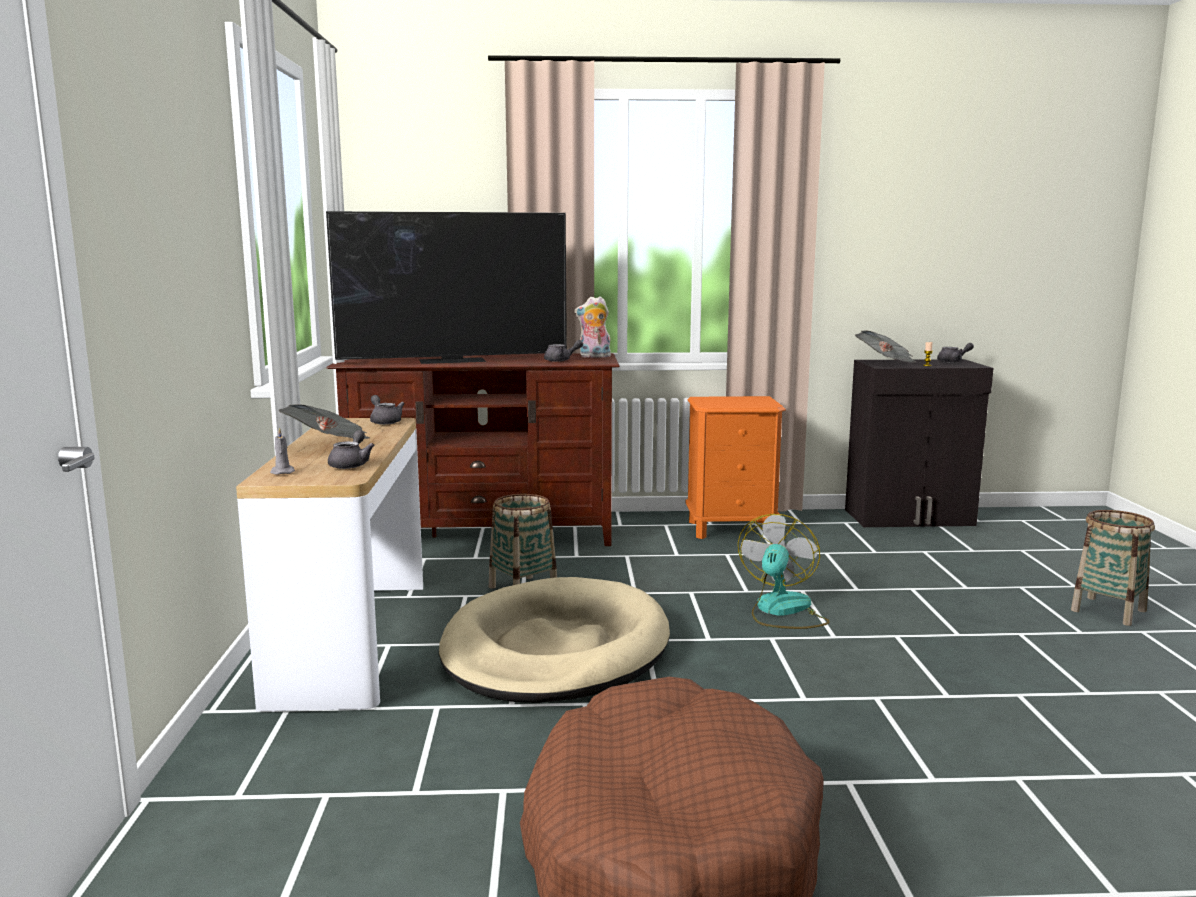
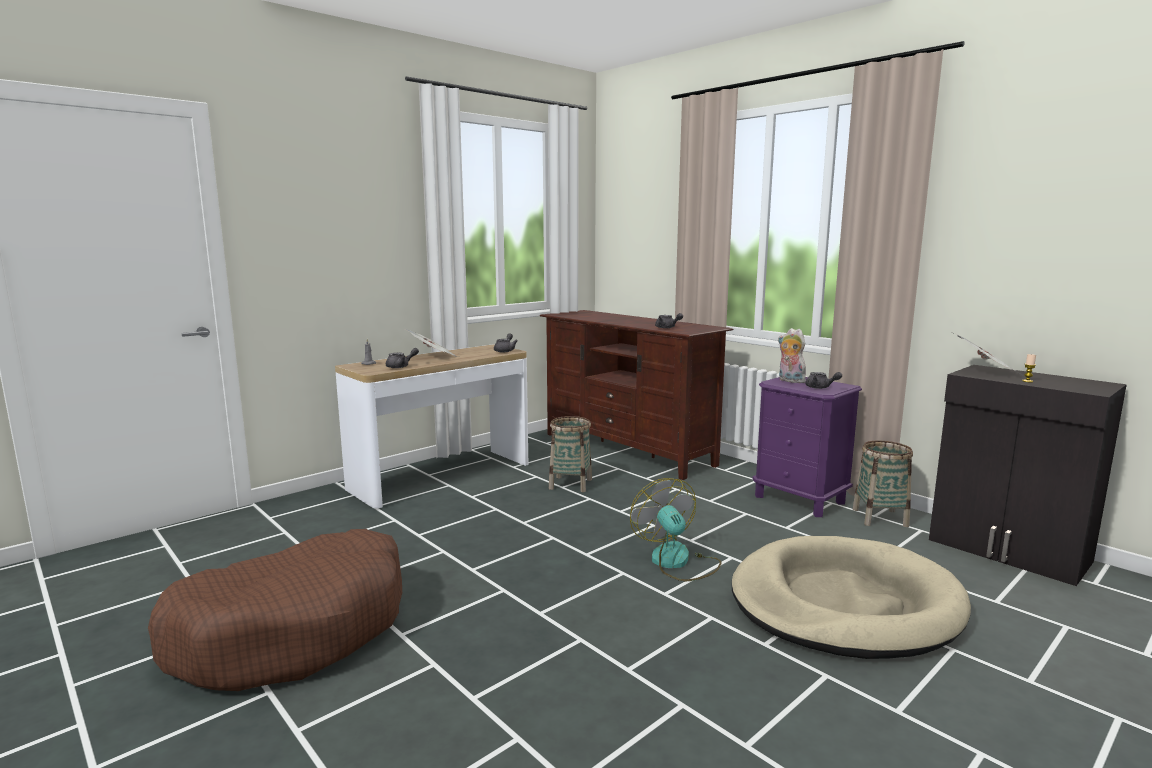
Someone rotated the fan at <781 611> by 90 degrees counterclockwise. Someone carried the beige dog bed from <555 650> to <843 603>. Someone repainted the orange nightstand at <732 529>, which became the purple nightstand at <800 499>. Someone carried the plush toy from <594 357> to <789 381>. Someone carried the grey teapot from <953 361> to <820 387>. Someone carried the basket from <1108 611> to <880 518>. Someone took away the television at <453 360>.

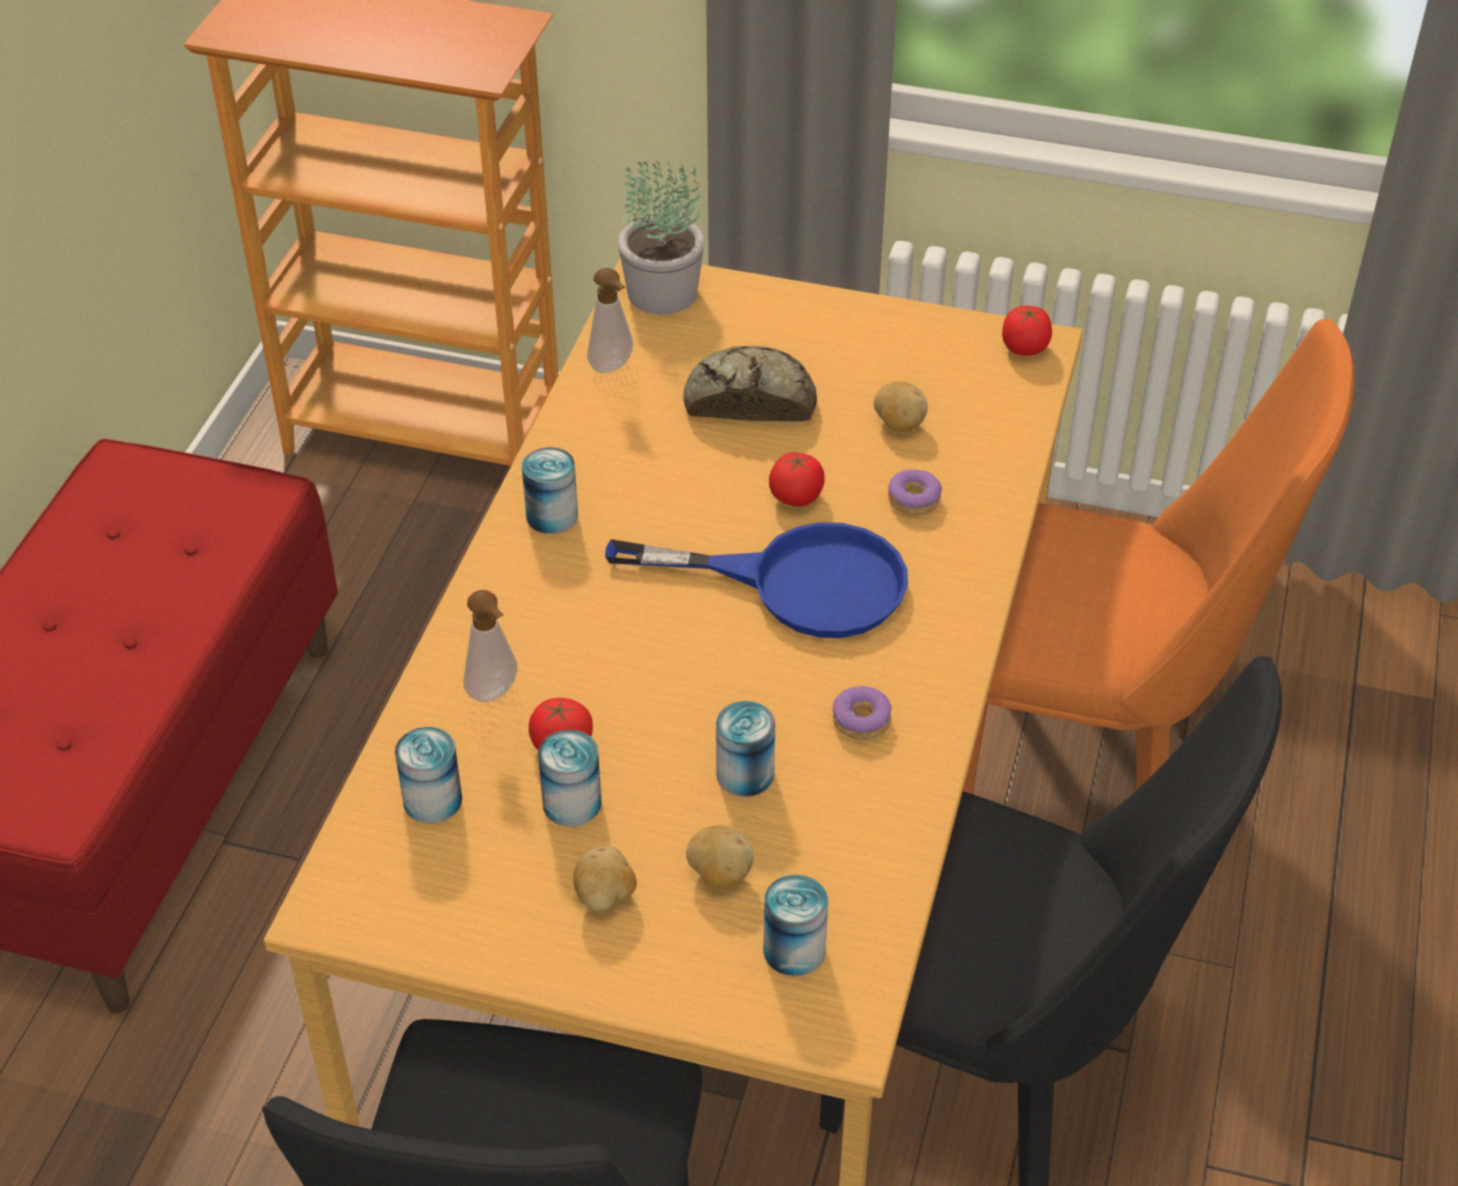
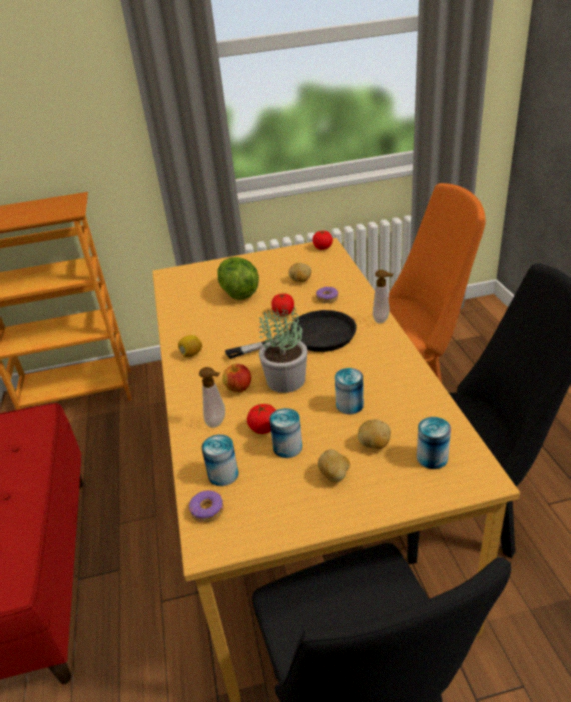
Someone swapped the can at <552 516> for the lemon at <191 354>. Someone carried the donut from <861 721> to <207 510>. Someone swapped the bread at <749 398> for the lettuce at <238 292>. Someone put down the apple at <238 388>. Someone repainted the blue frying pan at <798 583>, which became the black frying pan at <309 337>. Someone carried the potted plant from <663 294> to <286 380>. Someone carried the soap dispenser from <613 367> to <382 320>.

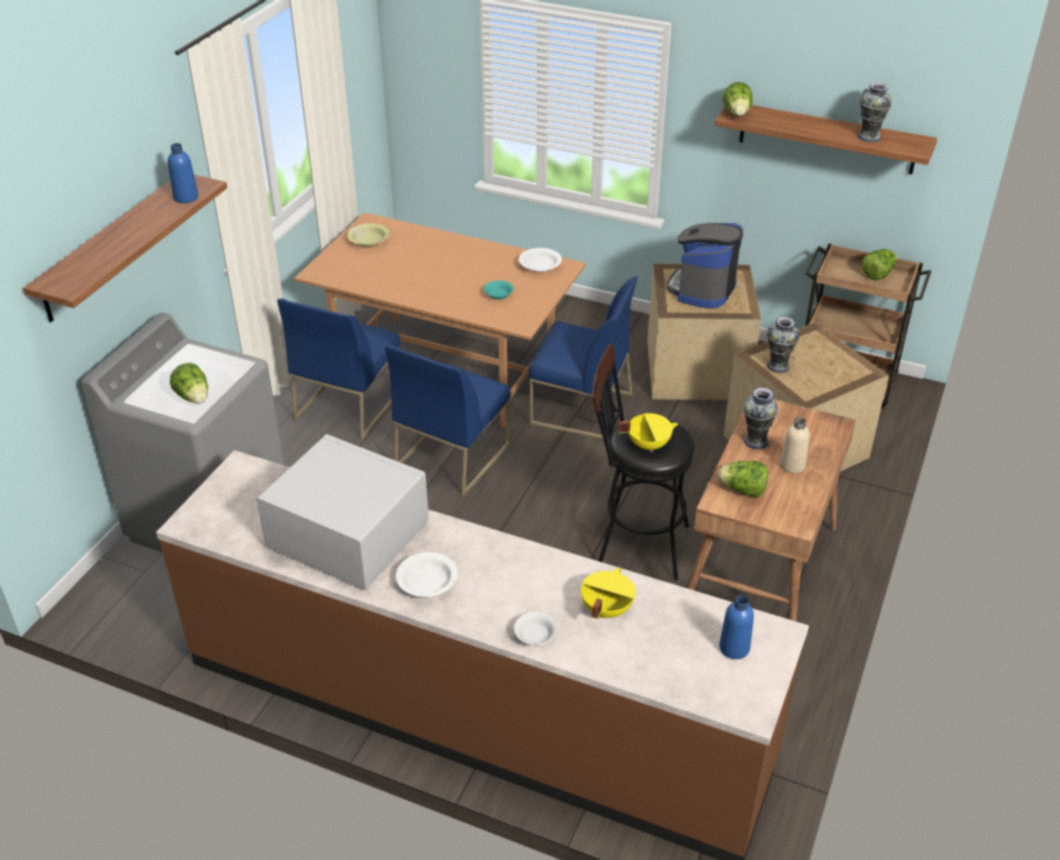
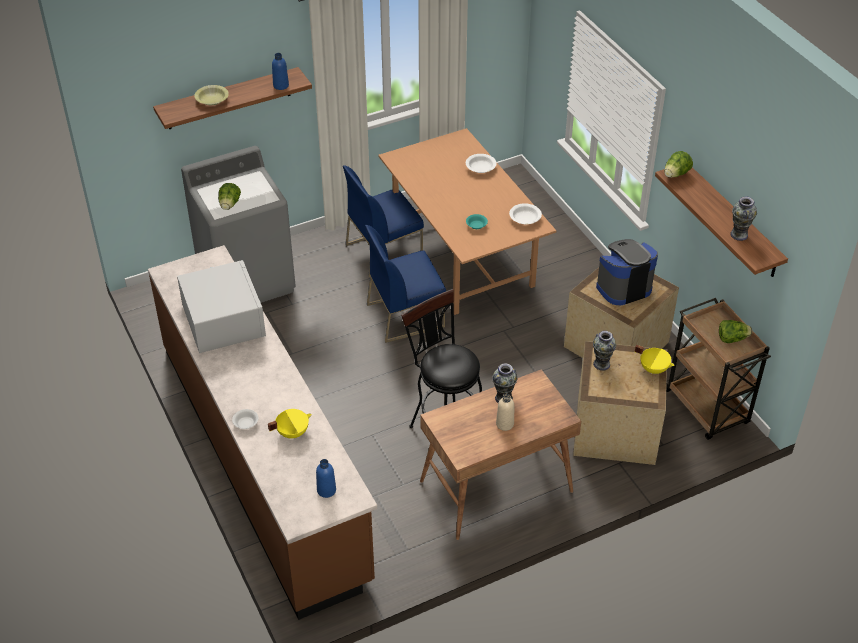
Someone carried the yellow bowl from <368 240> to <212 100>. Someone carried the white bowl from <427 582> to <480 167>. Someone carried the yellow cooking pot from <648 444> to <654 368>. Someone took away the blue chair at <580 409>. Someone took away the lettuce at <743 490>.

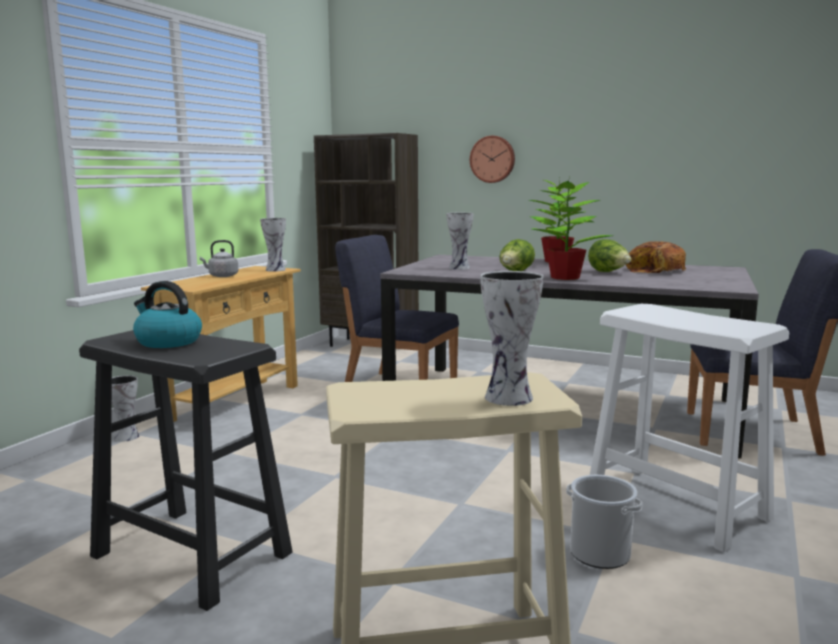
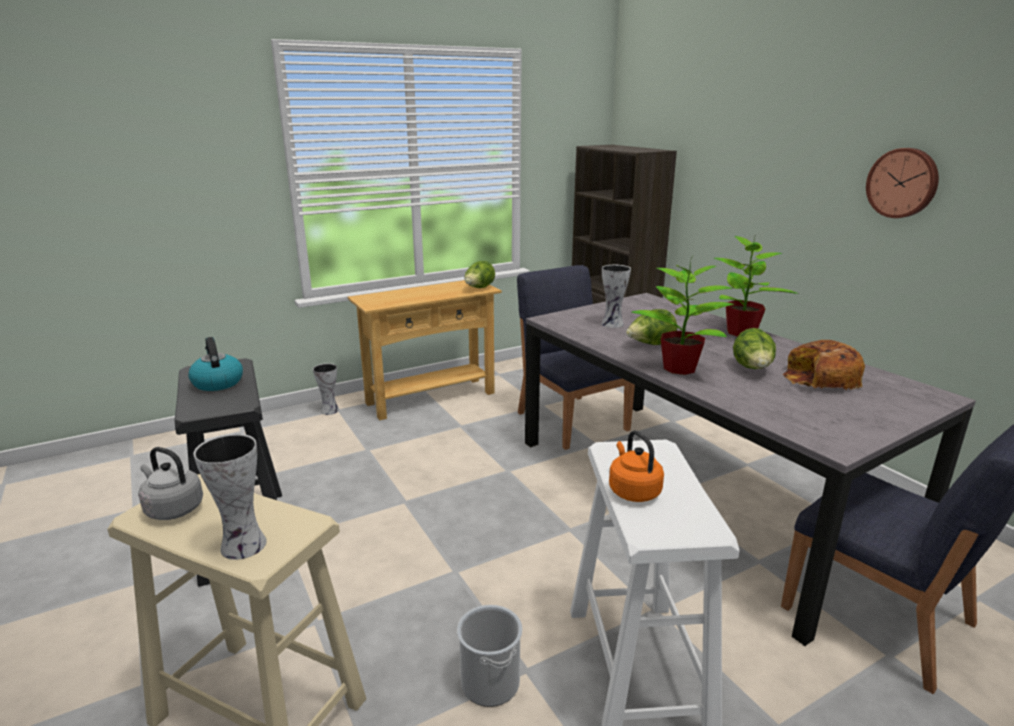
Someone carried the grey kettle from <222 276> to <172 508>. Someone swapped the vase at <276 270> for the lettuce at <479 289>. Someone put down the orange kettle at <633 490>. Someone carried the wall clock from <493 159> to <903 183>.

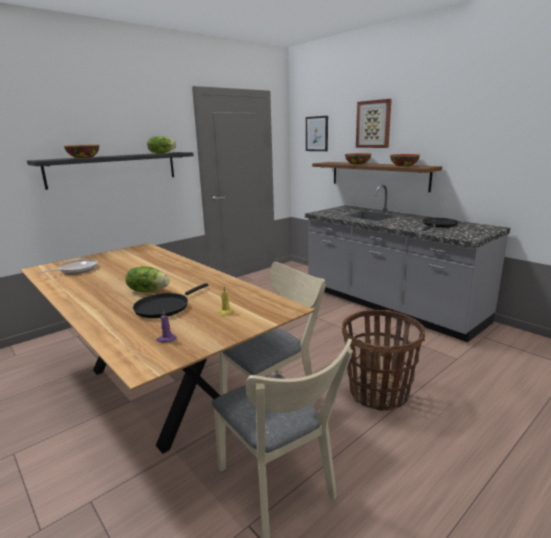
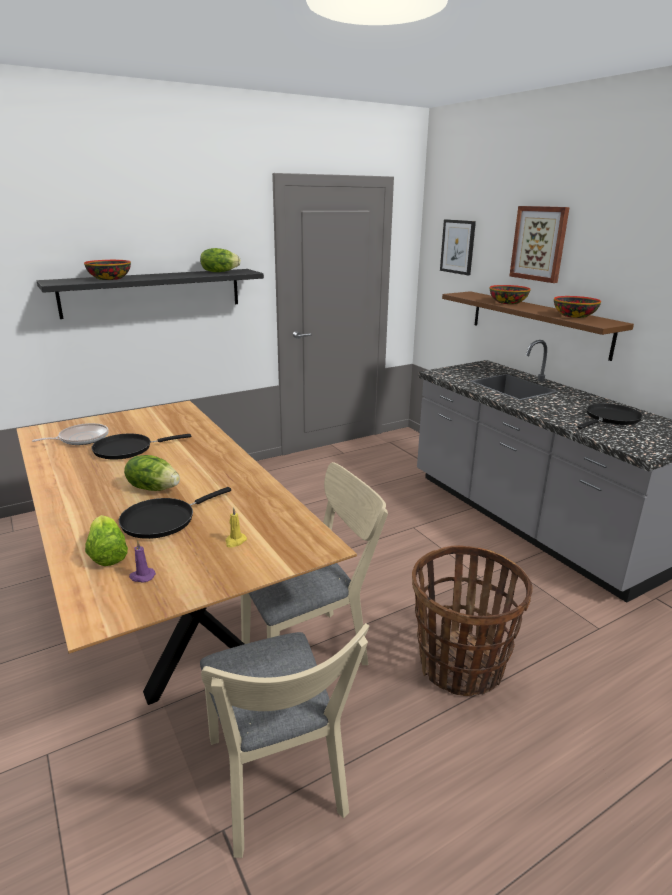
Someone put down the lettuce at <107 554>. Someone put down the black frying pan at <127 449>.

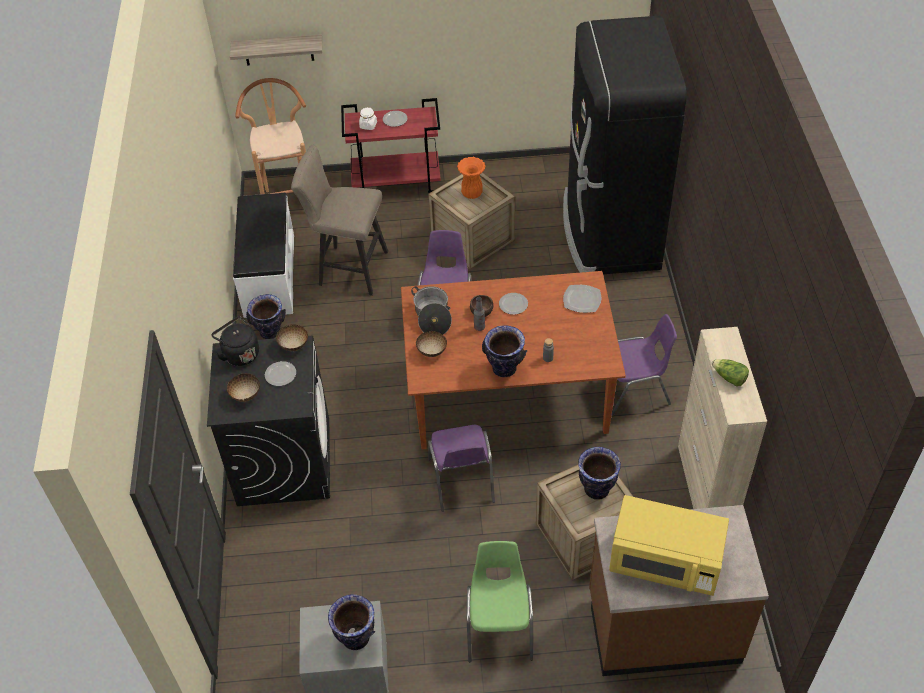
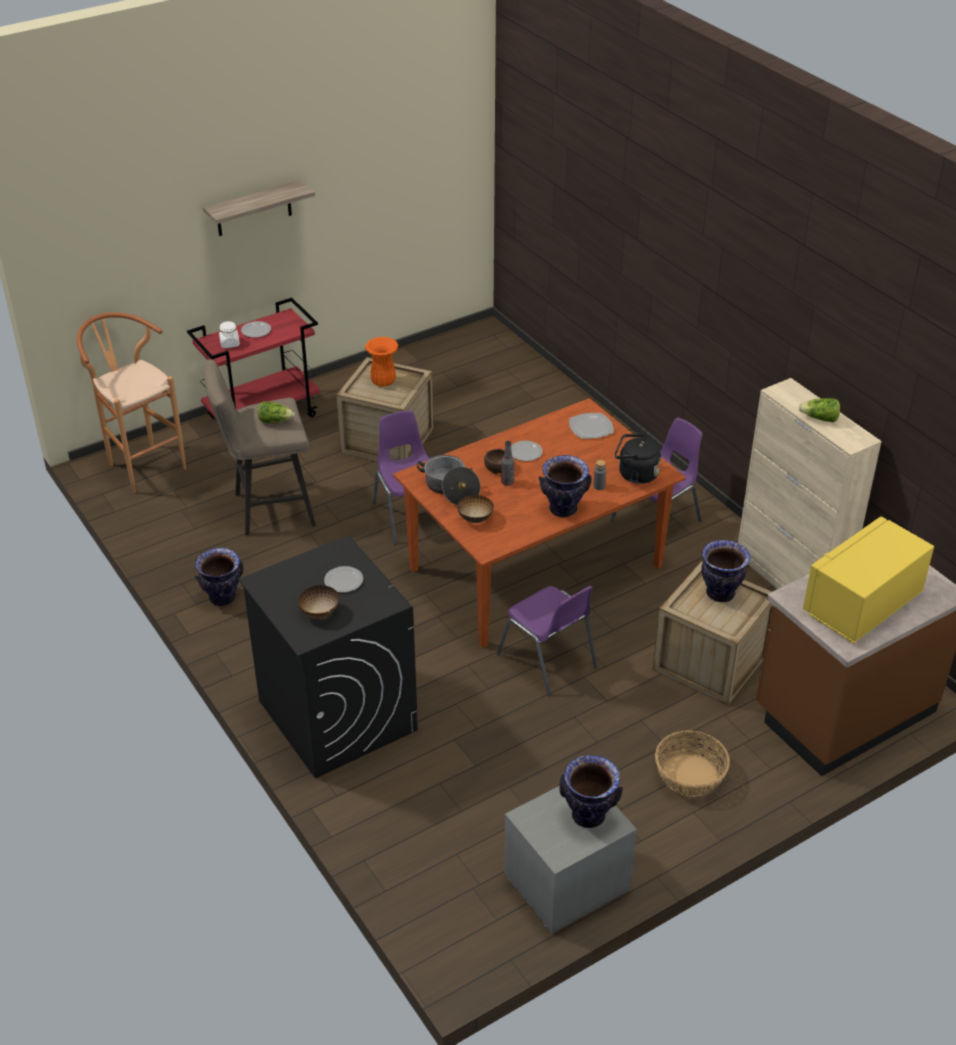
Someone carried the shelf from <278 50> to <253 209>. Someone put down the lettuce at <275 421>. Someone carried the black kettle from <239 353> to <635 474>. Someone swapped the green chair at <500 626> for the basket at <689 775>. Someone rotated the yellow microwave at <665 562> by 150 degrees clockwise. Someone took away the white bench at <268 275>. Someone took away the bowl at <294 345>. Someone took away the black fridge at <609 232>.

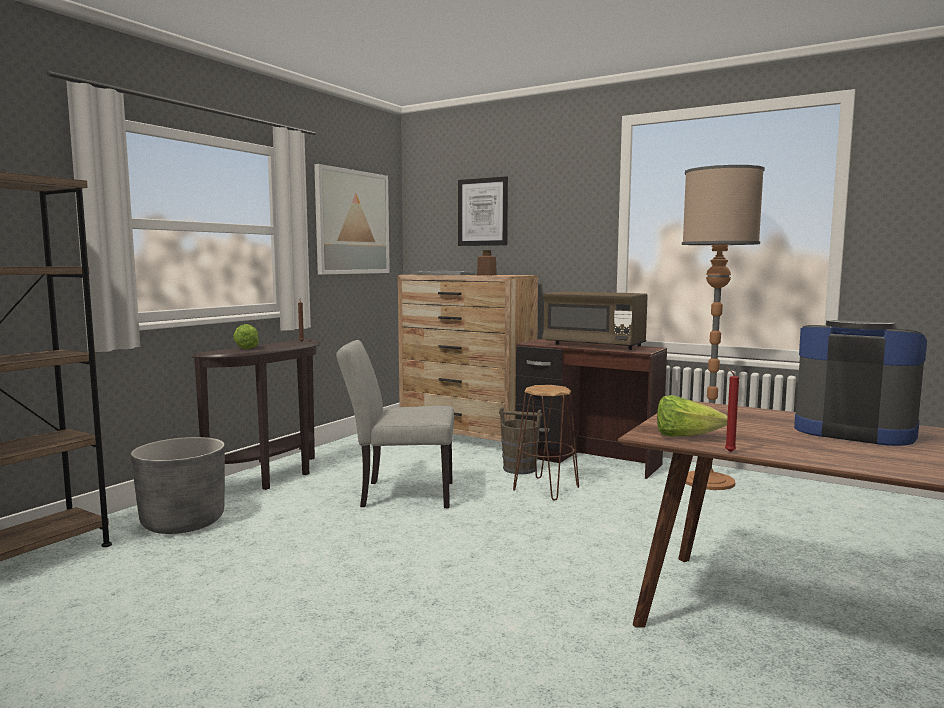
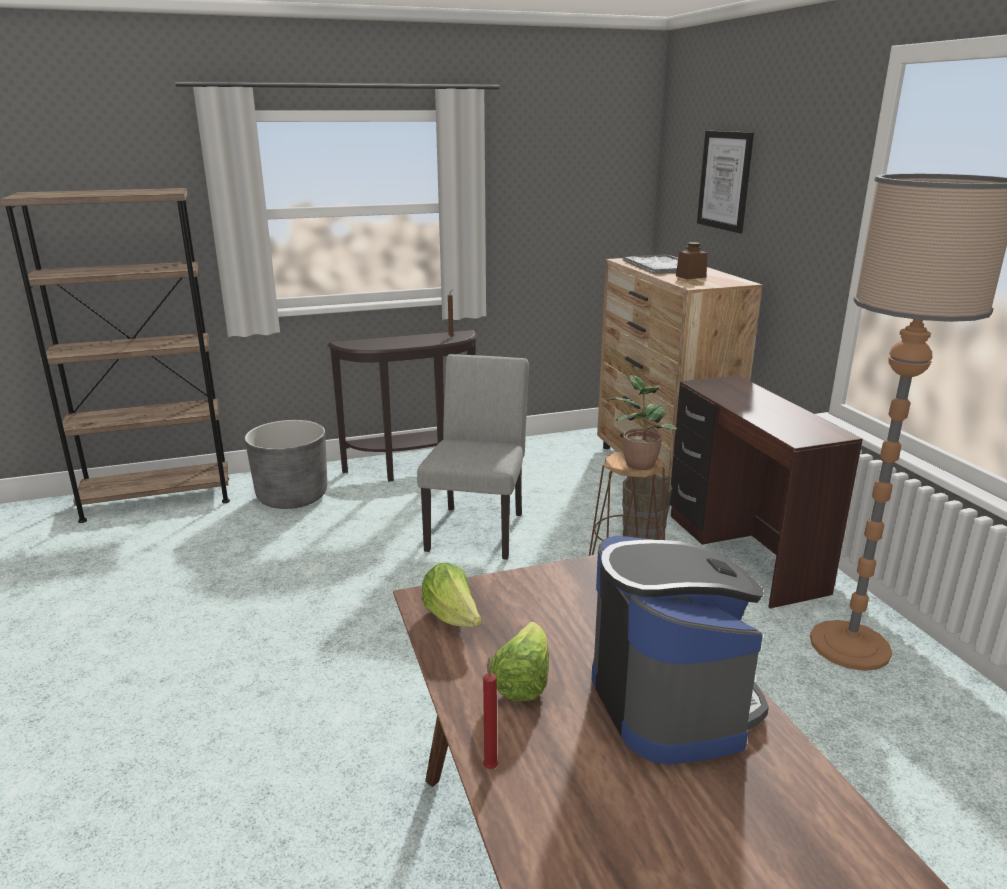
Someone rotated the grey chair at <399 494> by 60 degrees clockwise. Someone carried the red candle from <728 452> to <490 766>. Someone carried the lettuce from <245 348> to <522 681>. Someone put down the potted plant at <638 463>. Someone took away the picture at <352 222>. Someone took away the brown microwave at <594 345>.

